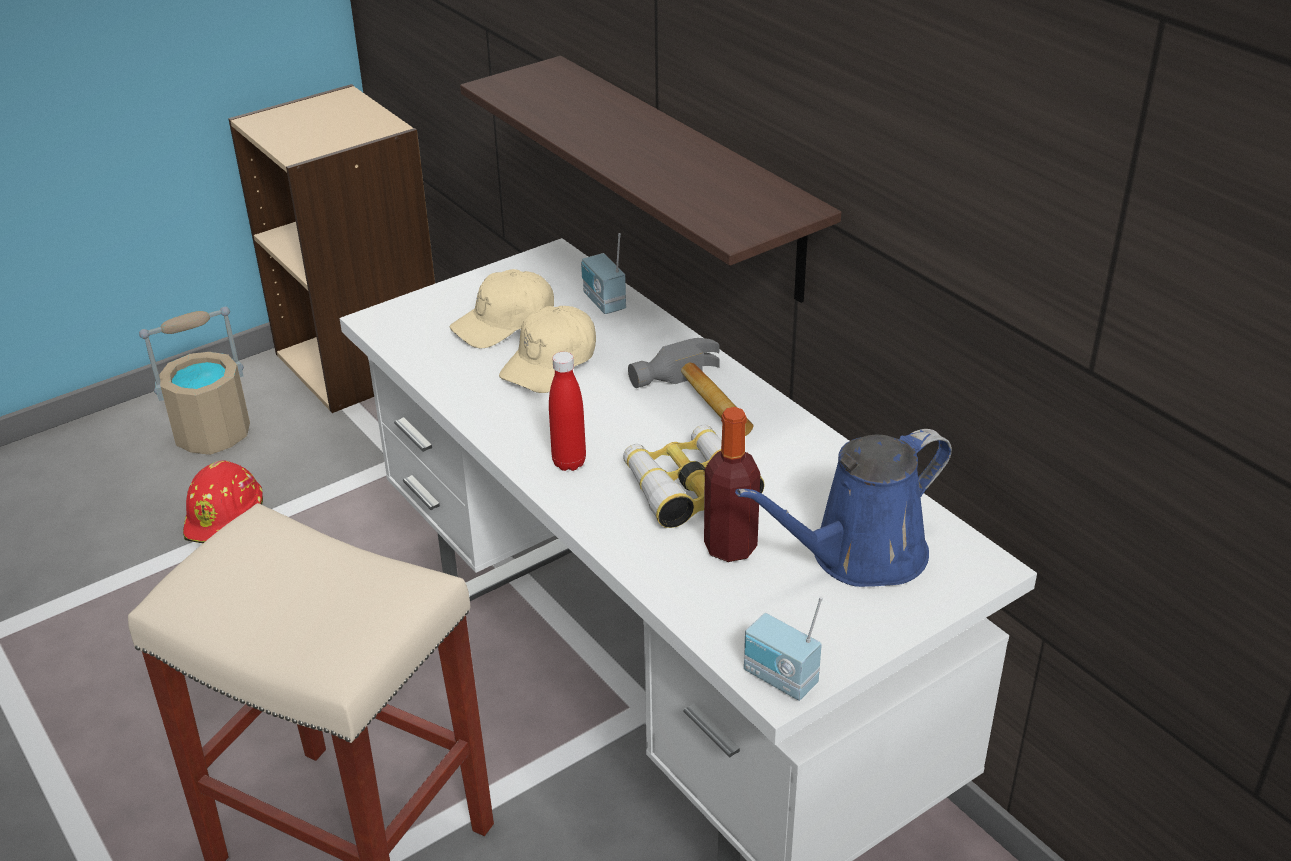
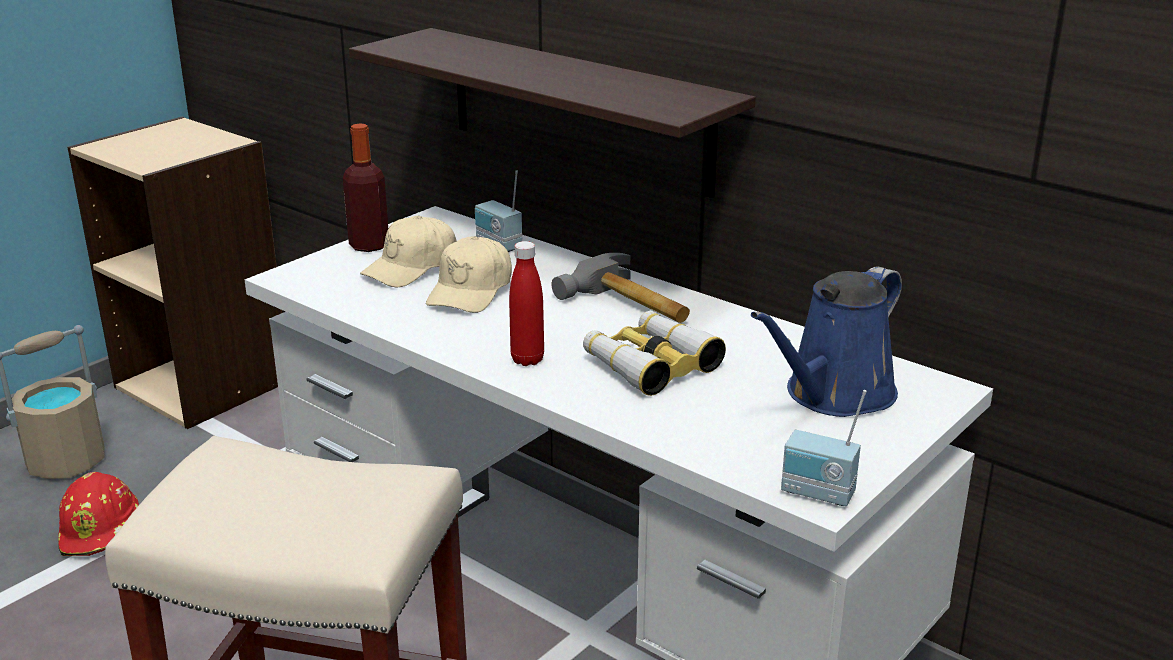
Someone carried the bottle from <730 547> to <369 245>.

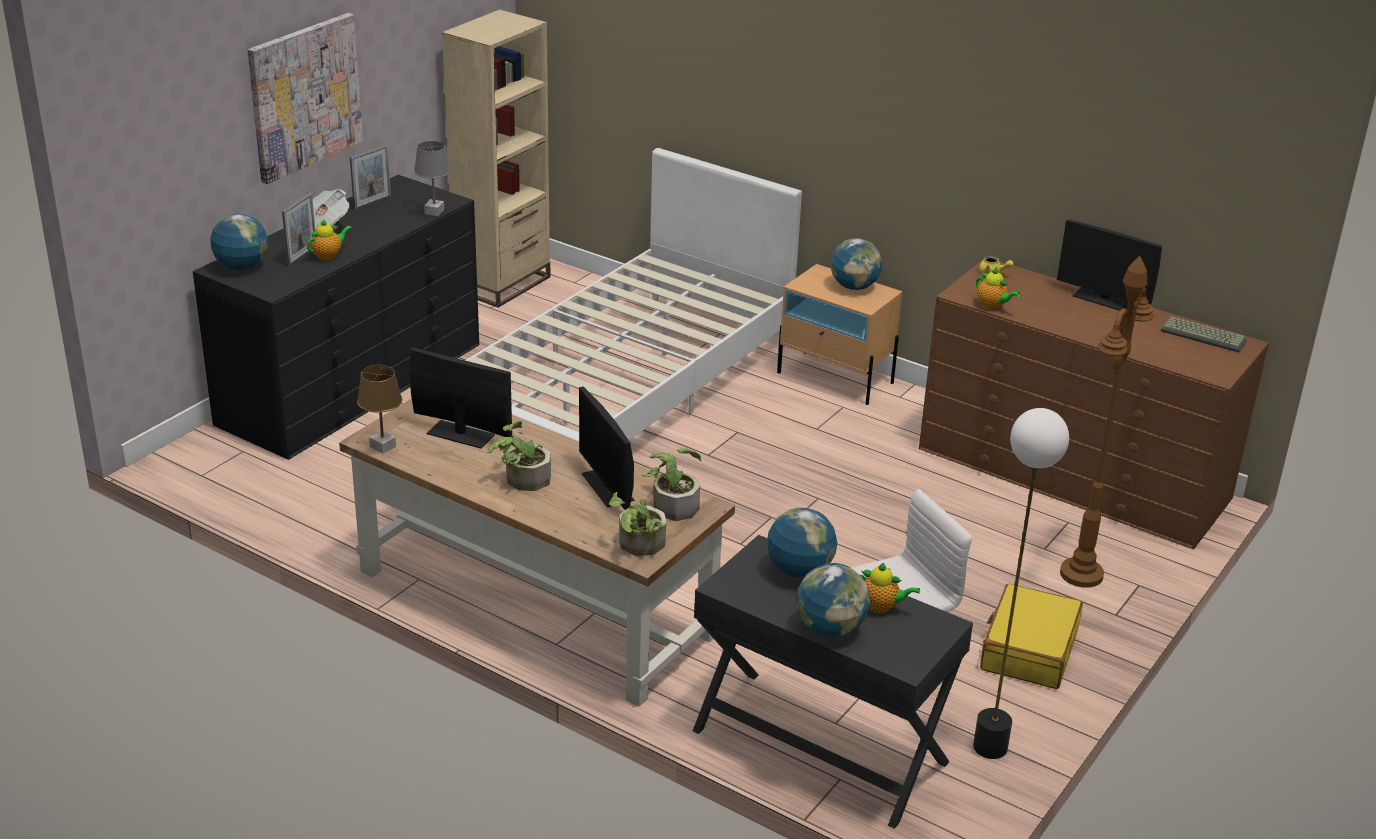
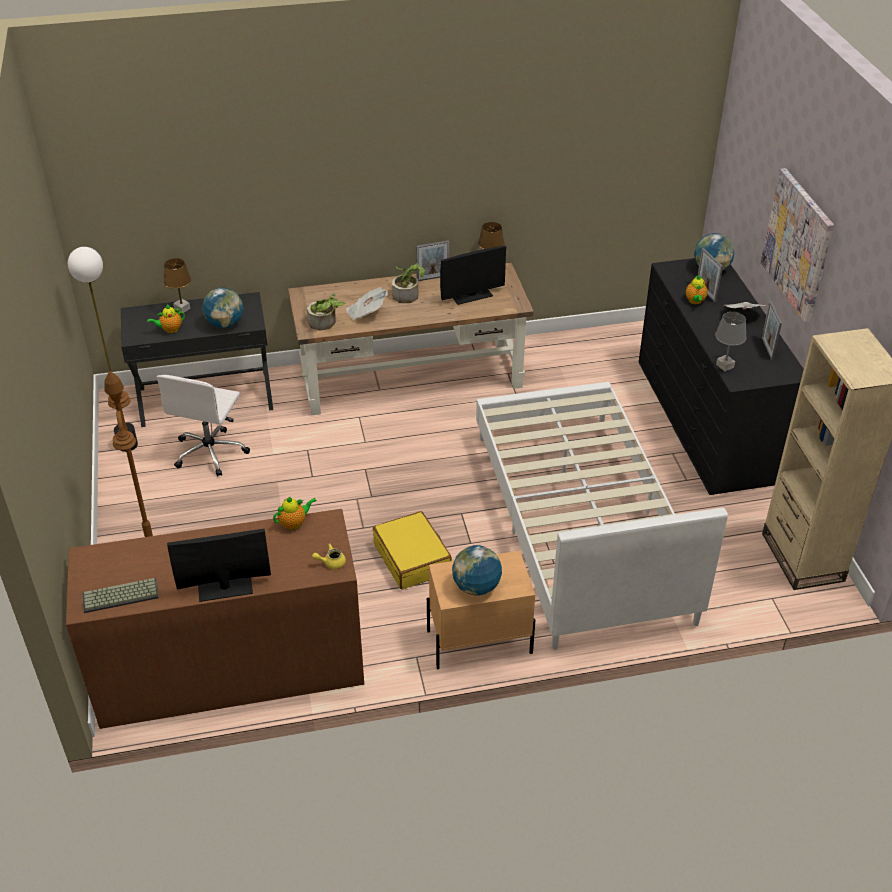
Someone swapped the globe at <830 628> for the brown table lamp at <182 309>. Someone rotated the teapot at <992 306> by 150 degrees clockwise. Someone swapped the monitor at <607 487> for the newspaper at <366 313>. Someone carried the yellow suitcase from <1028 649> to <412 558>. Someone put down the picture frame at <433 278>. Someone took away the potted plant at <638 546>.

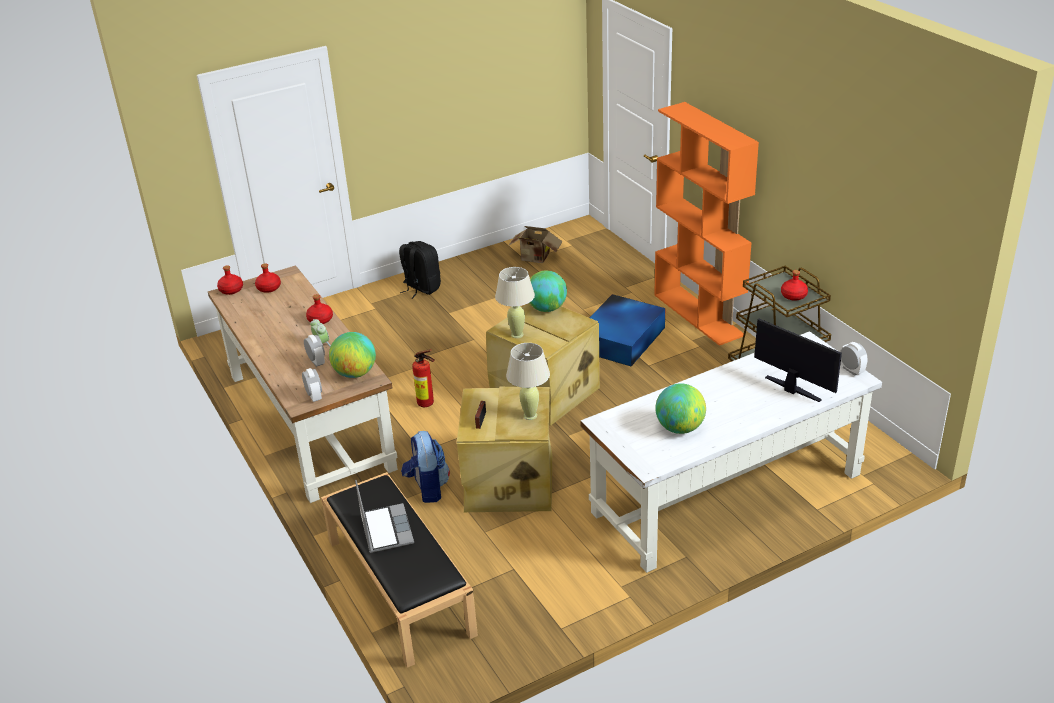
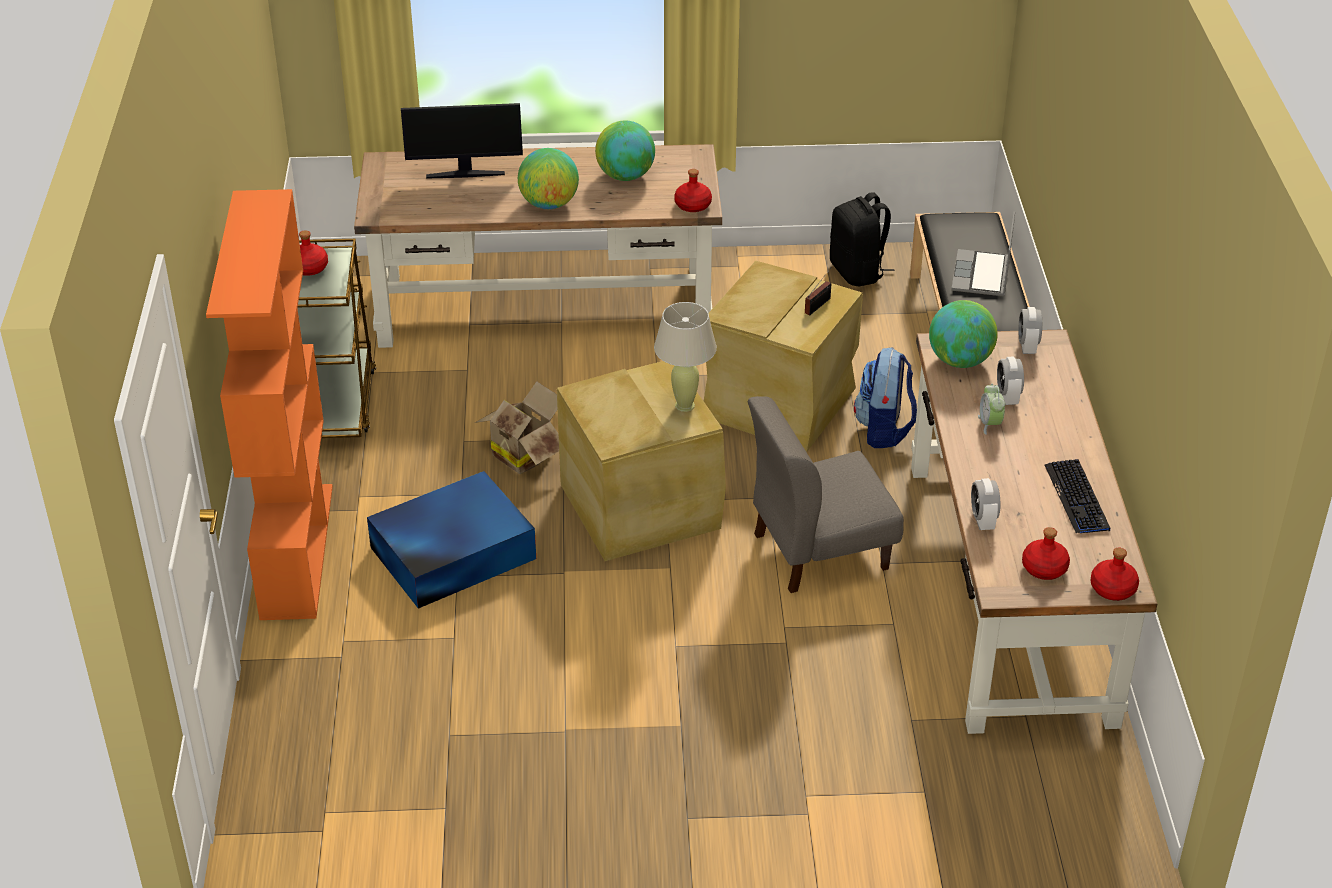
Someone repainted the white desk at <726 494>, which became the brown desk at <546 306>. Someone rotated the monitor at <791 389> by 75 degrees counterclockwise. Someone carried the cardboard box from <535 258> to <524 454>. Someone carried the globe from <546 308> to <549 204>. Someone carried the red bottle from <320 320> to <693 205>. Someone swapped the fire extinguisher at <427 404> for the grey chair at <819 551>. Someone carried the black backpack from <421 288> to <858 272>. Someone carried the alarm clock from <851 370> to <983 521>. Someone put down the keyboard at <1077 498>. Someone took away the beige table lamp at <530 415>.

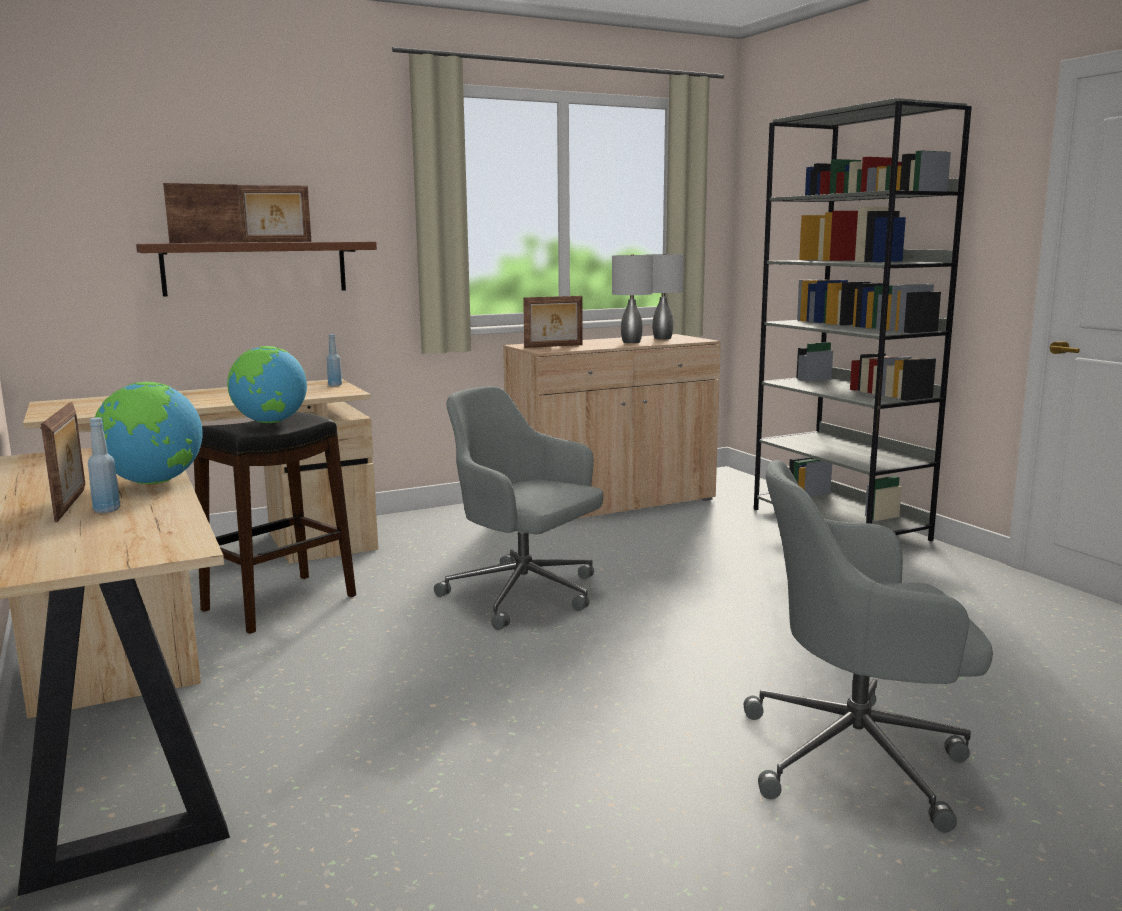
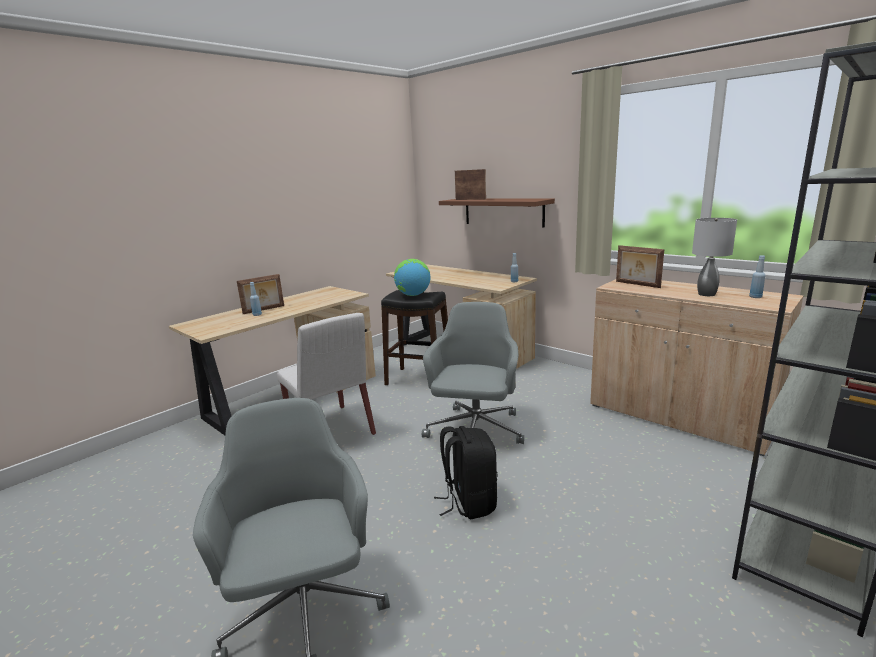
Someone put down the white chair at <331 430>. Someone put down the black backpack at <469 502>. Someone swapped the grey table lamp at <663 338> for the blue bottle at <755 297>. Someone took away the globe at <153 482>. Someone took away the picture frame at <276 242>.

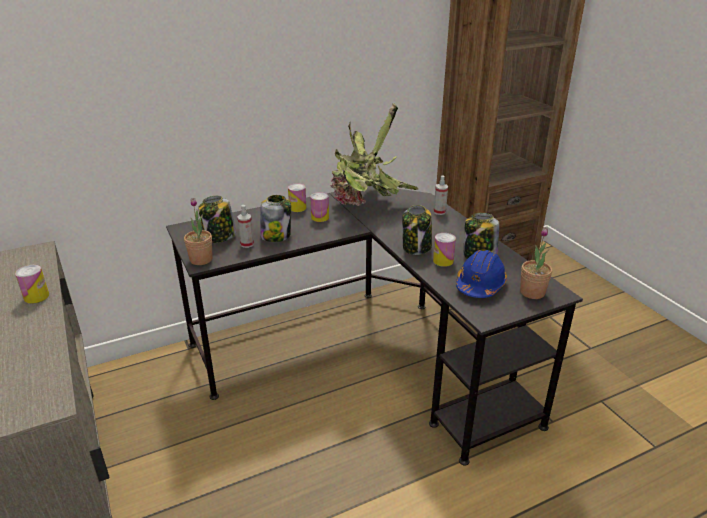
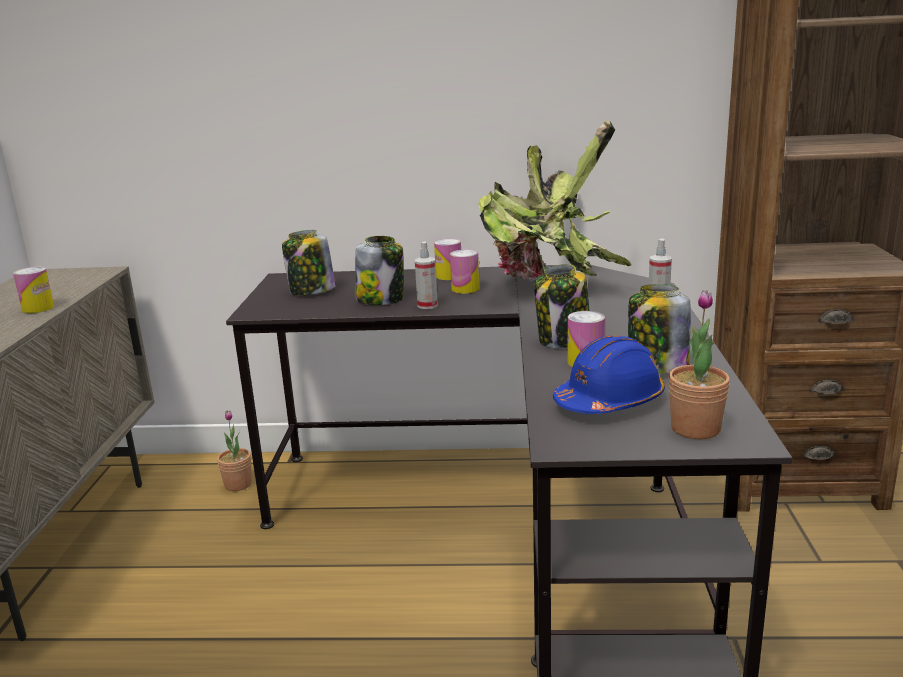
Someone carried the potted plant from <201 259> to <238 484>. Someone carried the spray bottle from <247 244> to <427 305>.

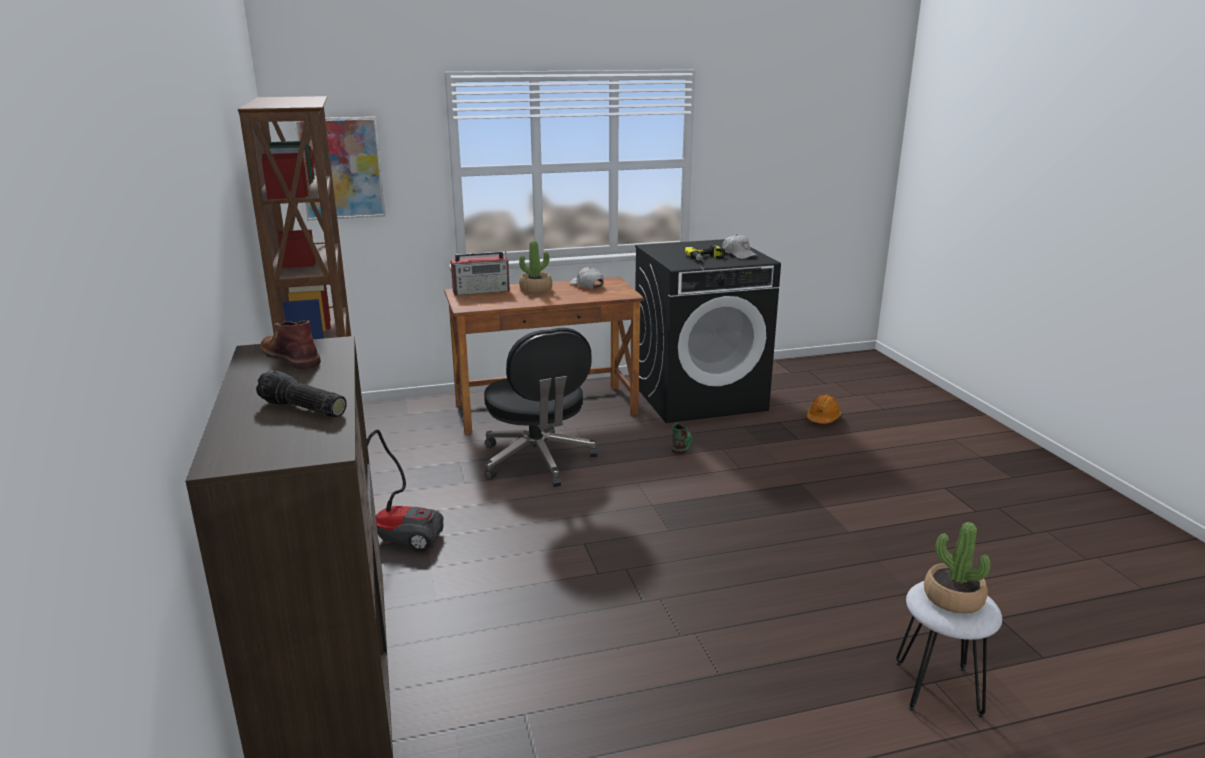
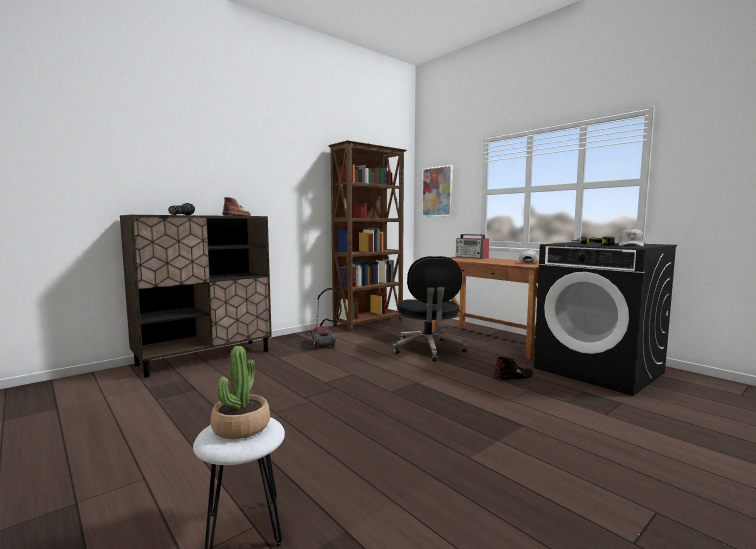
Someone rotated the black office chair at <538 460> by 45 degrees counterclockwise. Someone repainted the green boot at <681 442>, which became the black boot at <514 376>. Someone took away the potted plant at <536 289>. Someone took away the orange hard hat at <822 418>.

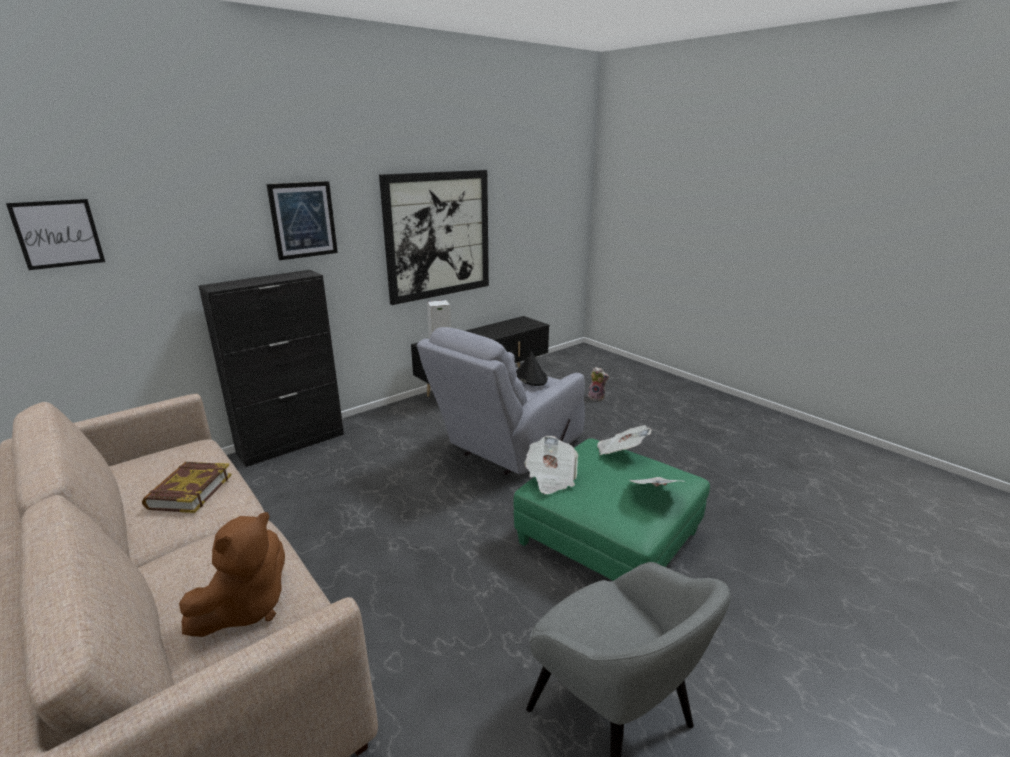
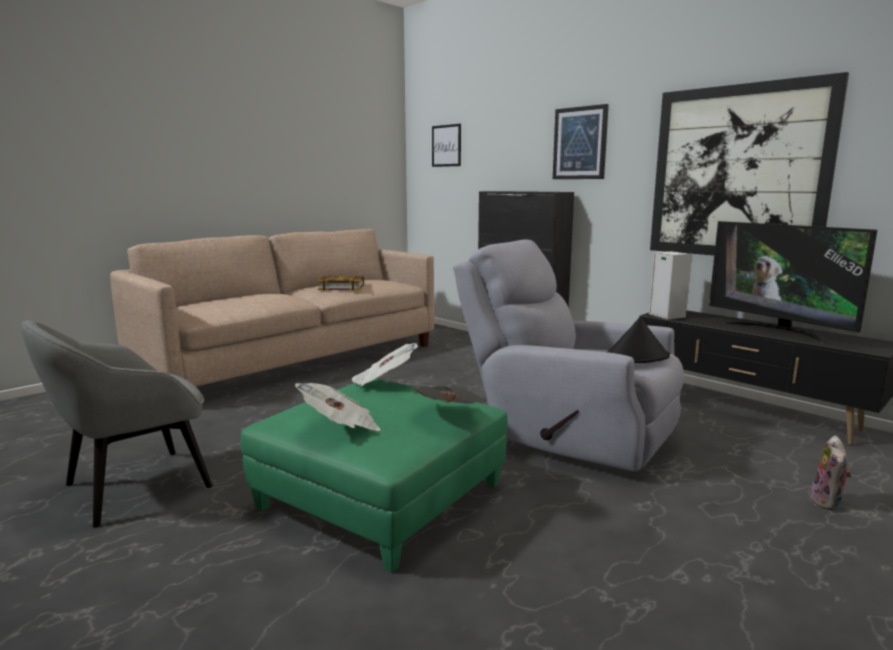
Someone put down the television at <778 330>. Someone took away the brown plush toy at <246 608>.

